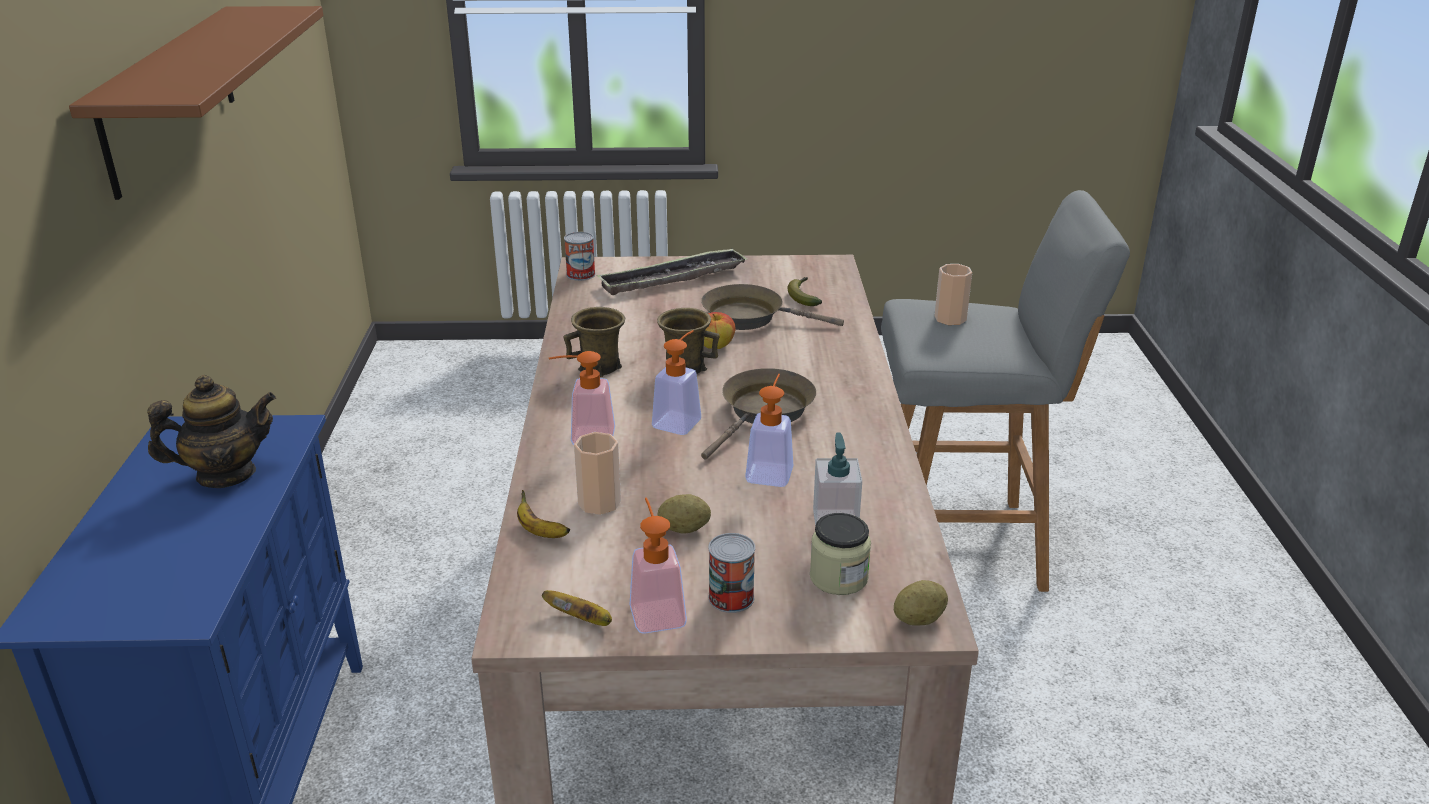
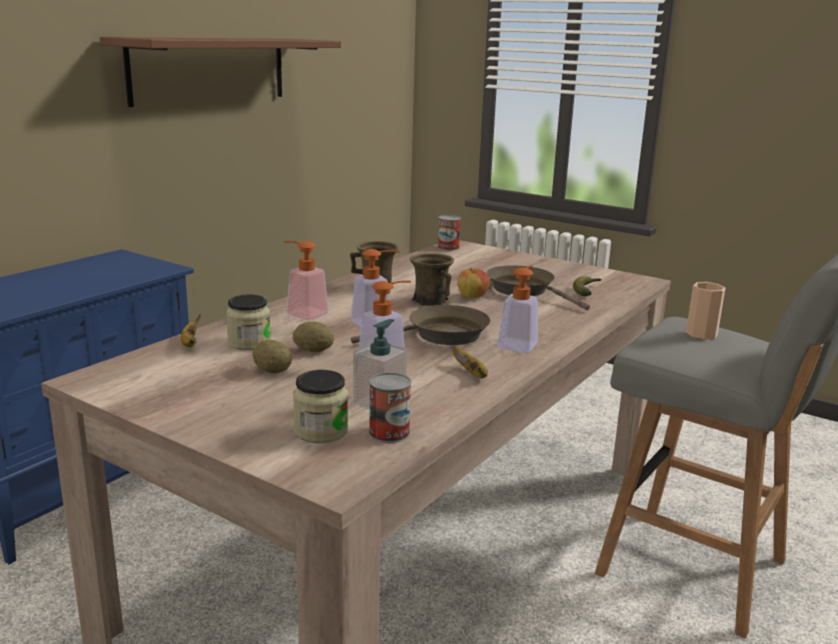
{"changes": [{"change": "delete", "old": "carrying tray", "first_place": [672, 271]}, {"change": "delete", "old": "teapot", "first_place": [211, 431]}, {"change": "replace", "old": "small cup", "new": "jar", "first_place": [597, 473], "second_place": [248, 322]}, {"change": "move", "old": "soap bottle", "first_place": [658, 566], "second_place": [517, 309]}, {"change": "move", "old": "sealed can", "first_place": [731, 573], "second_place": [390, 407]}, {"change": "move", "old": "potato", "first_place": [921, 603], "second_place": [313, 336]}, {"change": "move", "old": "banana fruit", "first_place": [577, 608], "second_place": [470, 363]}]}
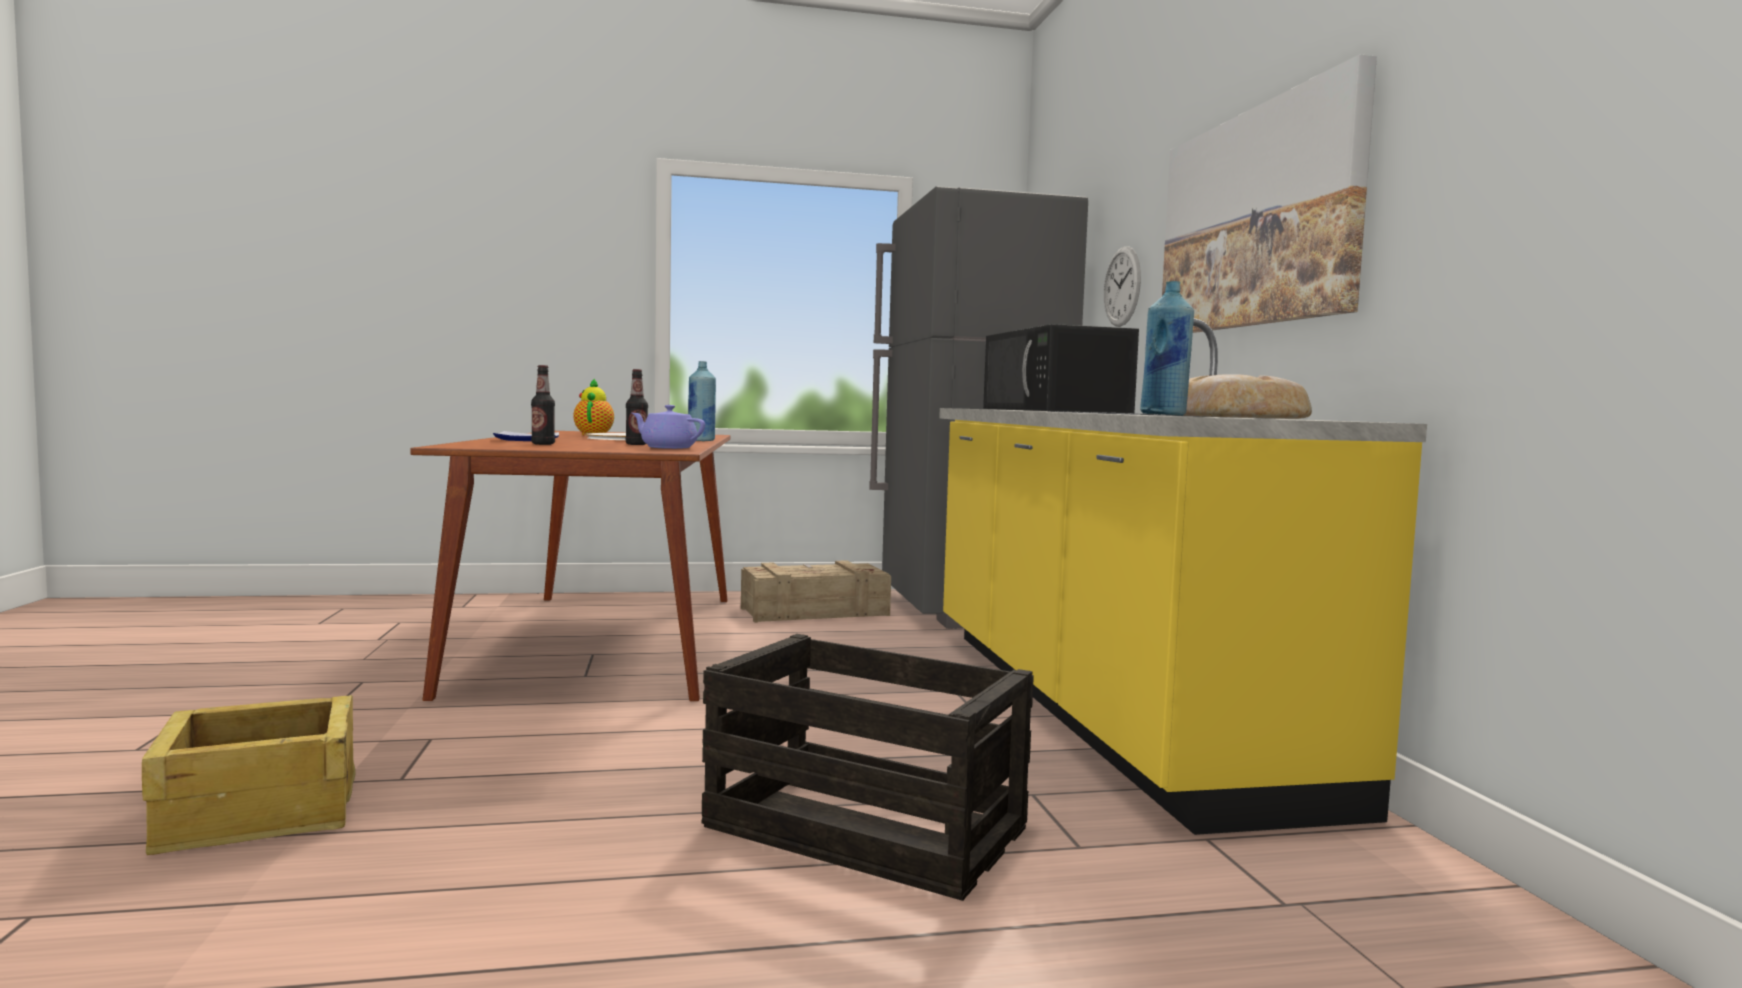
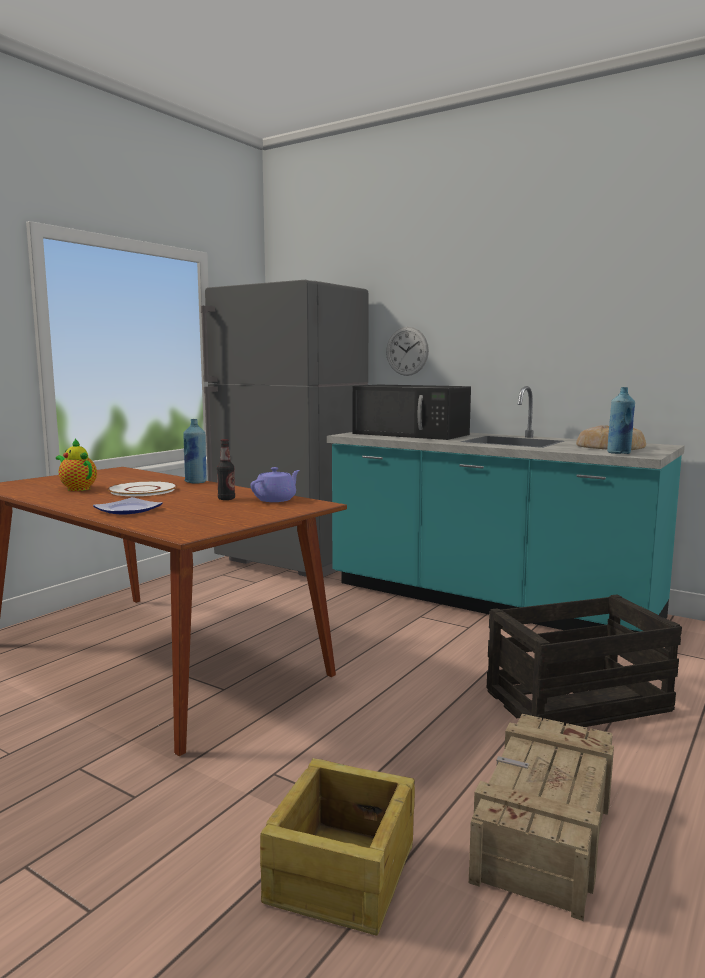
{"changes": [{"change": "delete", "old": "wall art", "first_place": [1269, 193]}, {"change": "recolor", "old": "yellow-coloured counter", "new": "turquoise-coloured counter", "first_place": [1183, 576], "second_place": [506, 509]}, {"change": "delete", "old": "bottle", "first_place": [543, 405]}, {"change": "rotate", "old": "purple-coloured teapot", "first_place": [668, 427], "second_place": [275, 484], "degrees": 150}, {"change": "move", "old": "packing crate", "first_place": [816, 591], "second_place": [541, 817]}]}
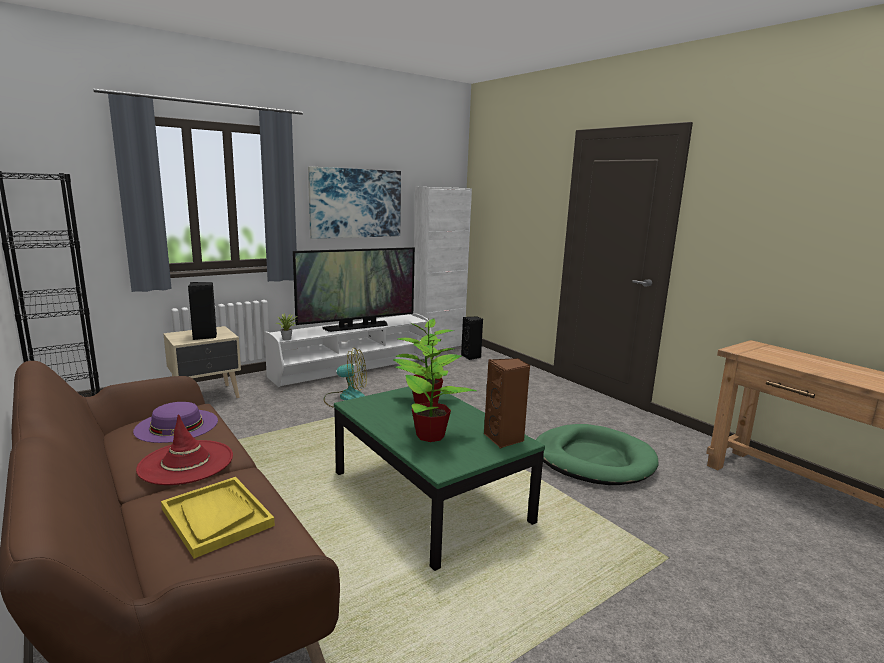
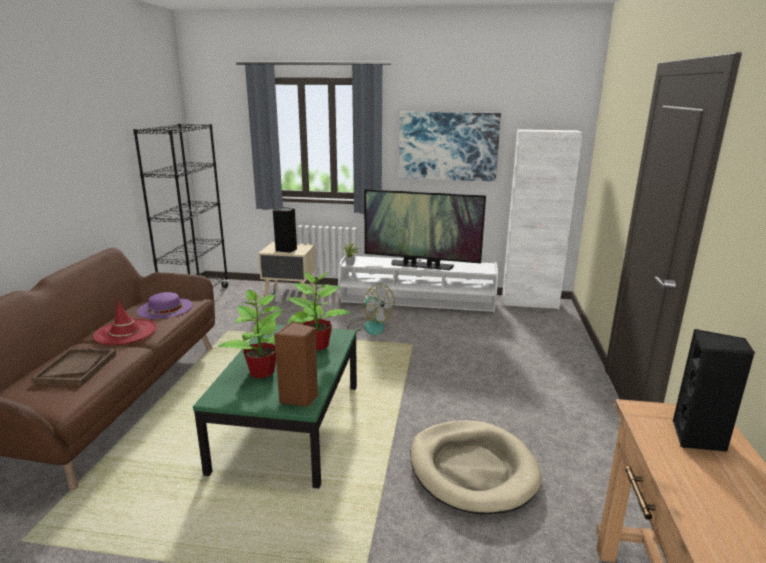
{"changes": [{"change": "move", "old": "blackish loudspeaker", "first_place": [472, 338], "second_place": [714, 390]}, {"change": "recolor", "old": "green pet bed", "new": "sand-coloured pet bed", "first_place": [597, 454], "second_place": [476, 467]}, {"change": "recolor", "old": "yellow-coloured carrying tray", "new": "brown carrying tray", "first_place": [218, 518], "second_place": [74, 367]}]}
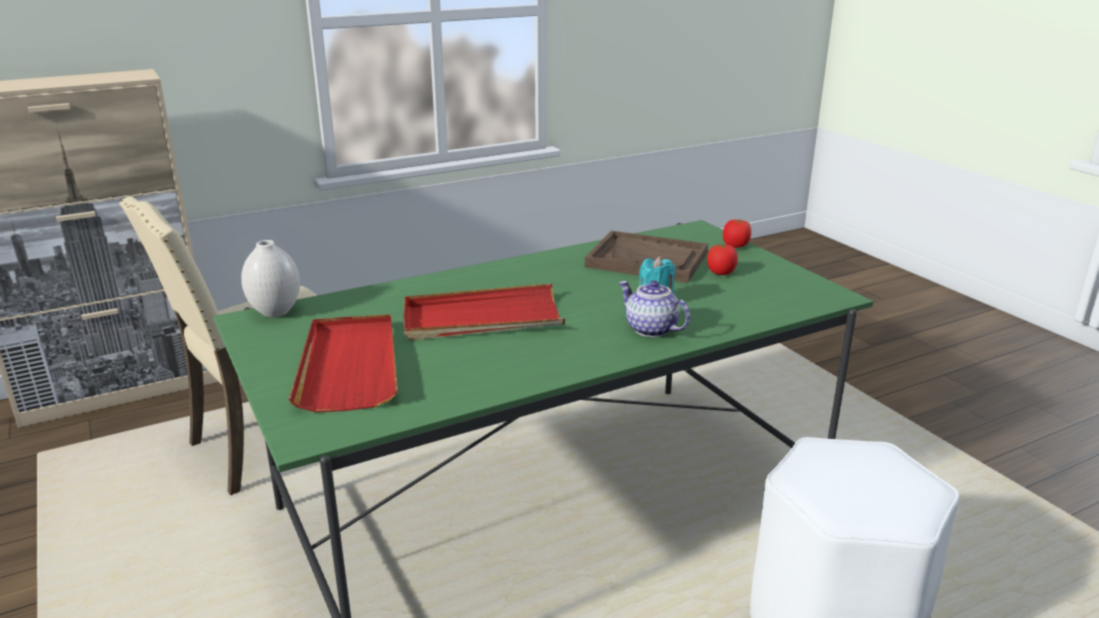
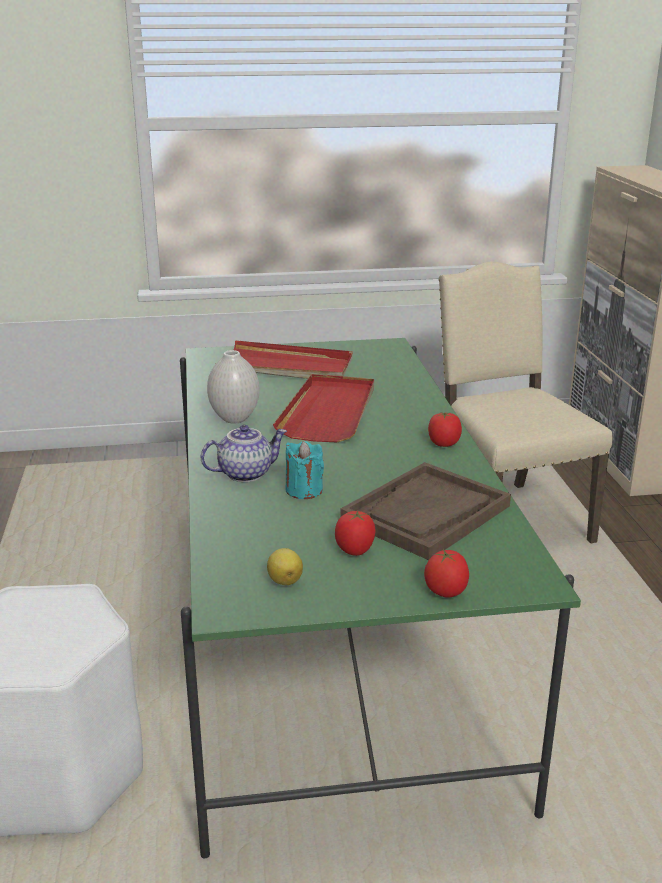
{"changes": [{"change": "move", "old": "whitish decorative vase", "first_place": [270, 278], "second_place": [233, 387]}, {"change": "insert", "new": "tomato", "second_place": [445, 429]}, {"change": "insert", "new": "lemon", "second_place": [285, 566]}]}
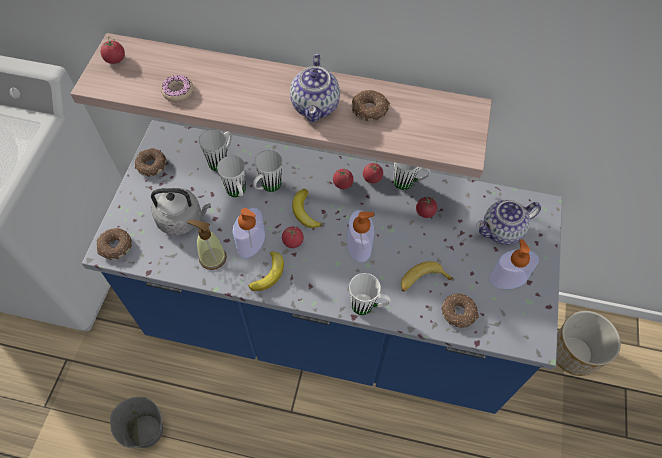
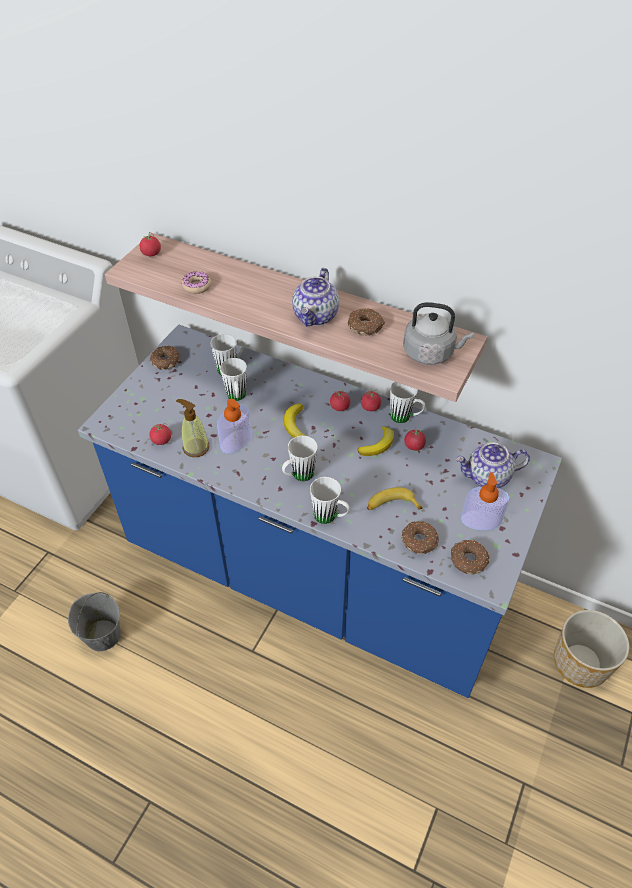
{"changes": [{"change": "move", "old": "whitish coffee mug", "first_place": [267, 171], "second_place": [299, 458]}, {"change": "move", "old": "greyish kettle", "first_place": [181, 211], "second_place": [438, 333]}, {"change": "delete", "old": "soap bottle", "first_place": [360, 236]}, {"change": "move", "old": "tomato", "first_place": [293, 237], "second_place": [160, 434]}, {"change": "move", "old": "doughnut", "first_place": [114, 244], "second_place": [470, 557]}, {"change": "move", "old": "banana fruit", "first_place": [266, 271], "second_place": [376, 441]}]}
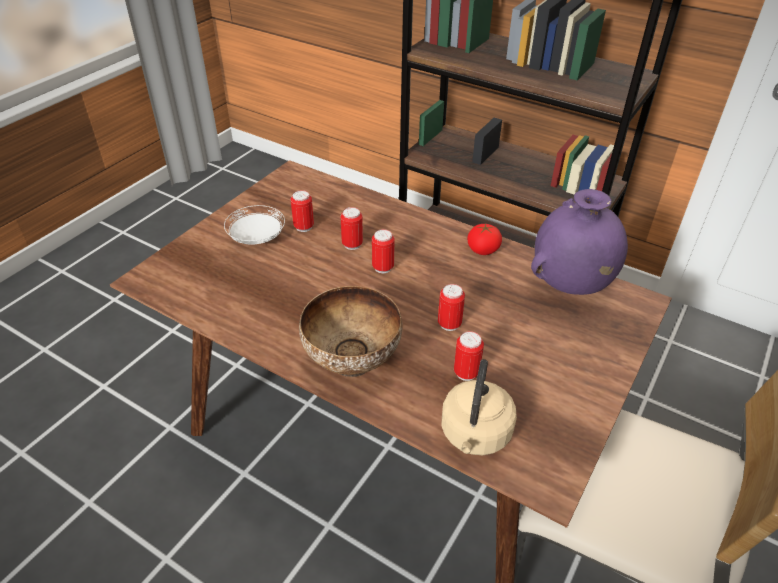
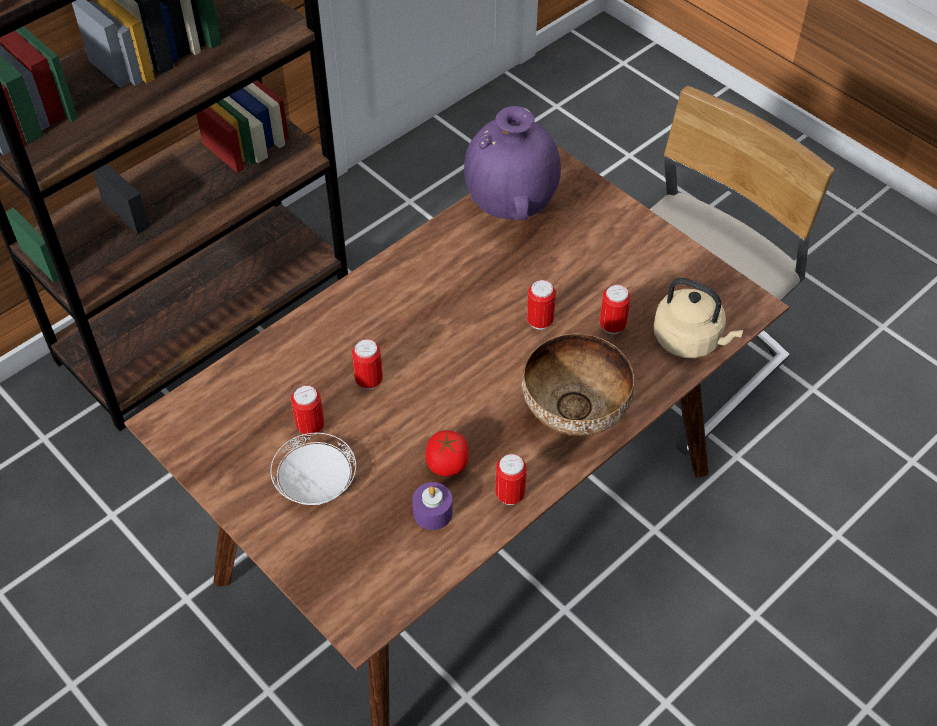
{"changes": [{"change": "move", "old": "tomato", "first_place": [484, 239], "second_place": [447, 453]}, {"change": "move", "old": "sealed can", "first_place": [383, 251], "second_place": [511, 479]}, {"change": "insert", "new": "purple-coloured candle", "second_place": [432, 506]}]}
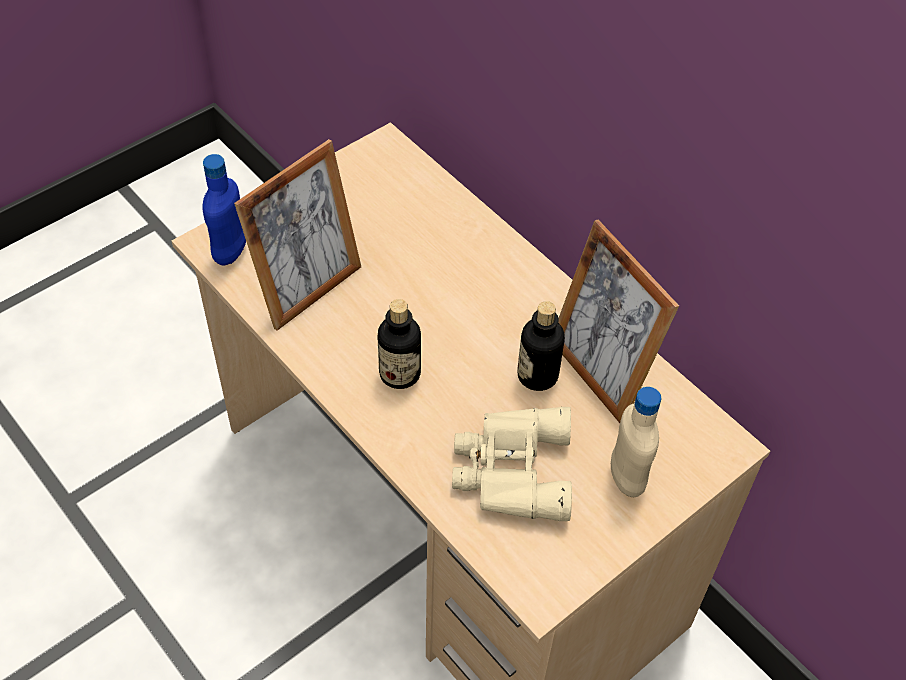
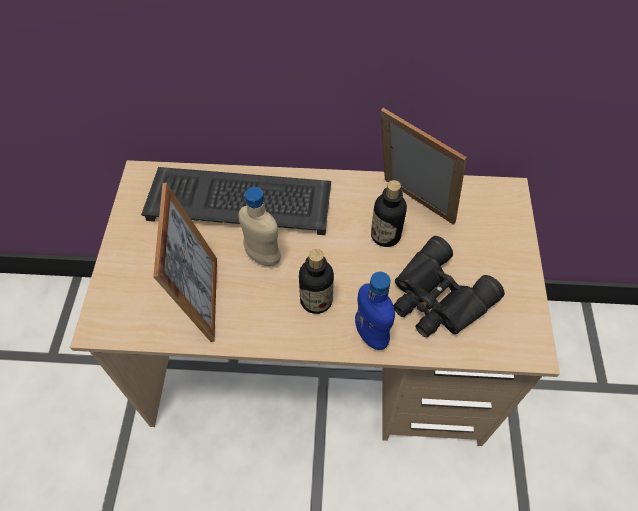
{"changes": [{"change": "move", "old": "blue bottle", "first_place": [224, 209], "second_place": [375, 311]}, {"change": "rotate", "old": "photo frame", "first_place": [619, 321], "second_place": [424, 166], "degrees": -150}, {"change": "move", "old": "sand-coloured bottle", "first_place": [636, 442], "second_place": [259, 226]}, {"change": "recolor", "old": "sand-coloured binoculars", "new": "blackish binoculars", "first_place": [512, 464], "second_place": [449, 286]}, {"change": "insert", "new": "computer keyboard", "second_place": [236, 201]}]}
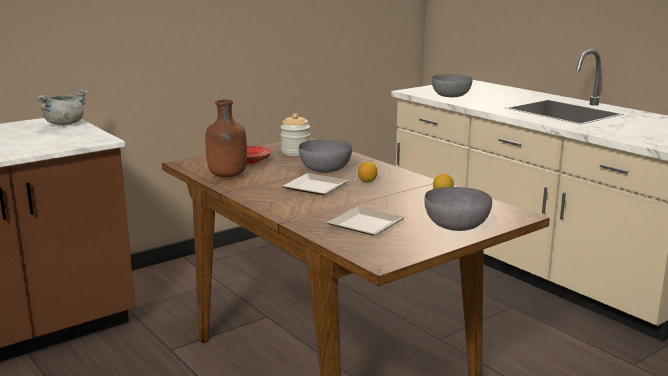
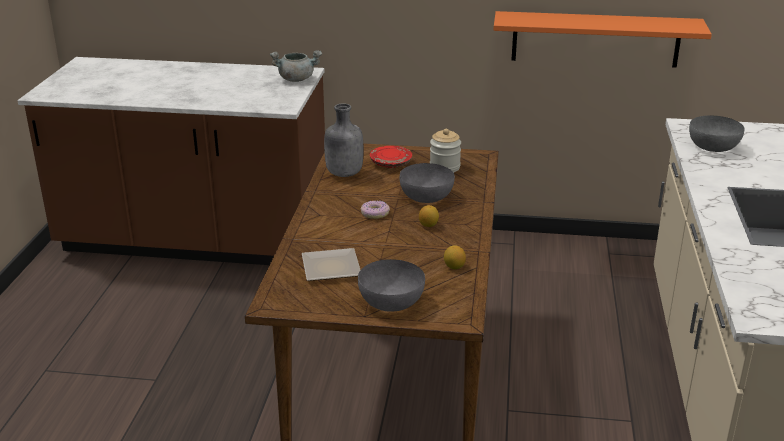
{"changes": [{"change": "recolor", "old": "brown bottle", "new": "greyish bottle", "first_place": [226, 138], "second_place": [343, 140]}, {"change": "replace", "old": "dinner plate", "new": "doughnut", "first_place": [315, 184], "second_place": [375, 209]}, {"change": "insert", "new": "orangey wall shelf", "second_place": [602, 39]}]}
